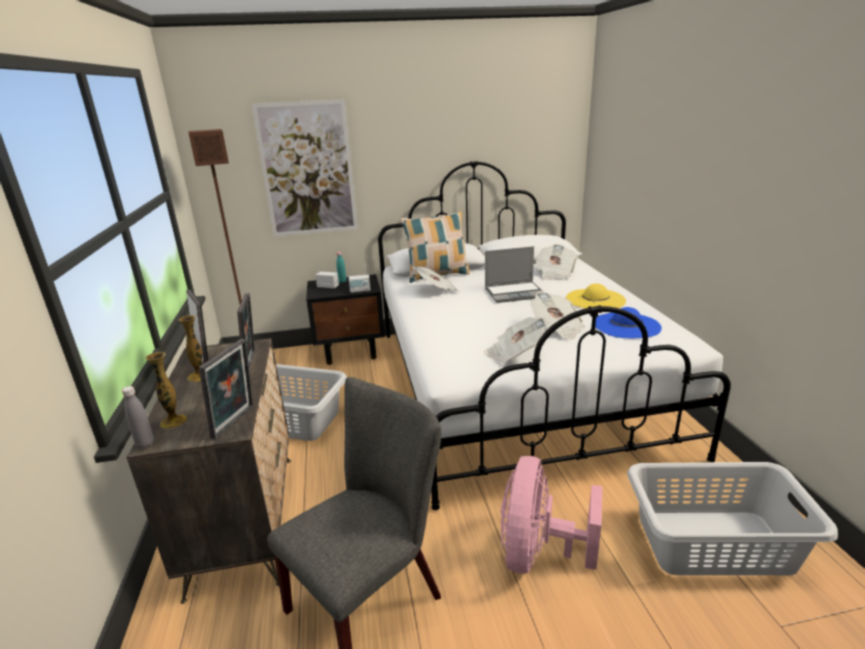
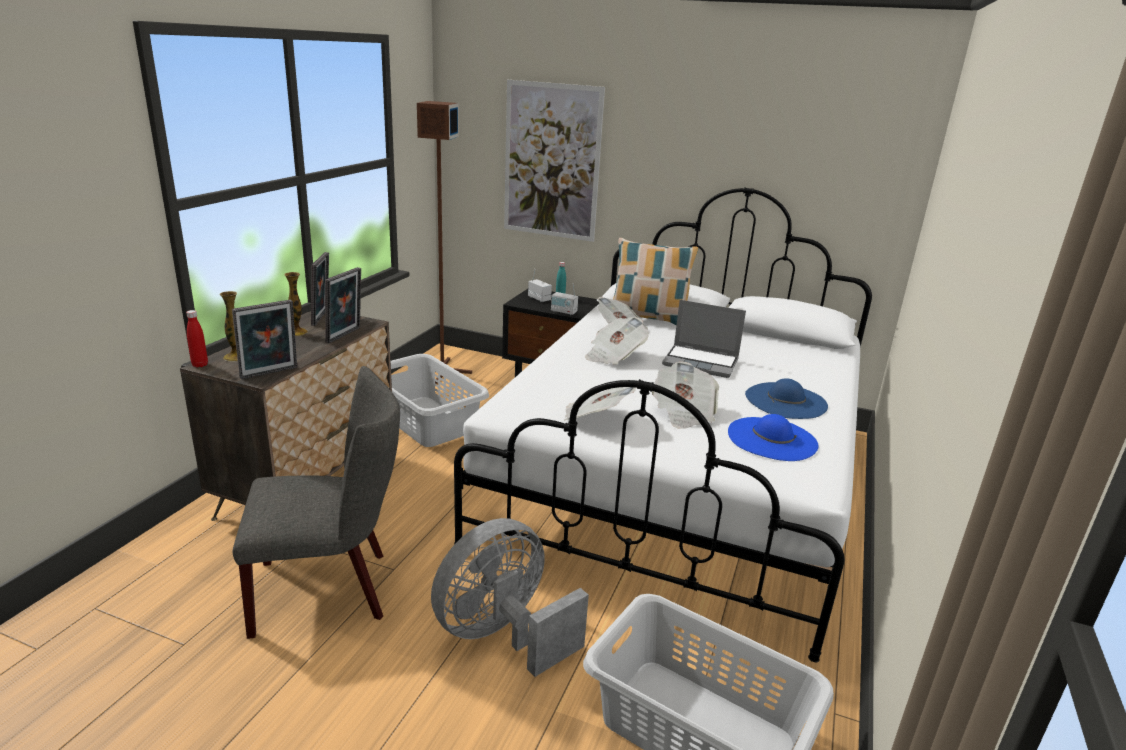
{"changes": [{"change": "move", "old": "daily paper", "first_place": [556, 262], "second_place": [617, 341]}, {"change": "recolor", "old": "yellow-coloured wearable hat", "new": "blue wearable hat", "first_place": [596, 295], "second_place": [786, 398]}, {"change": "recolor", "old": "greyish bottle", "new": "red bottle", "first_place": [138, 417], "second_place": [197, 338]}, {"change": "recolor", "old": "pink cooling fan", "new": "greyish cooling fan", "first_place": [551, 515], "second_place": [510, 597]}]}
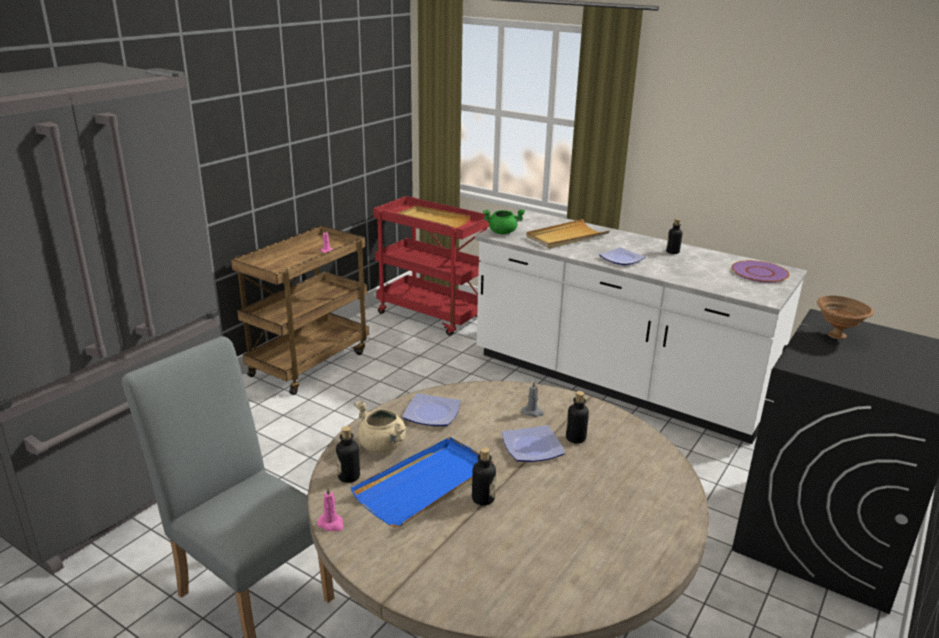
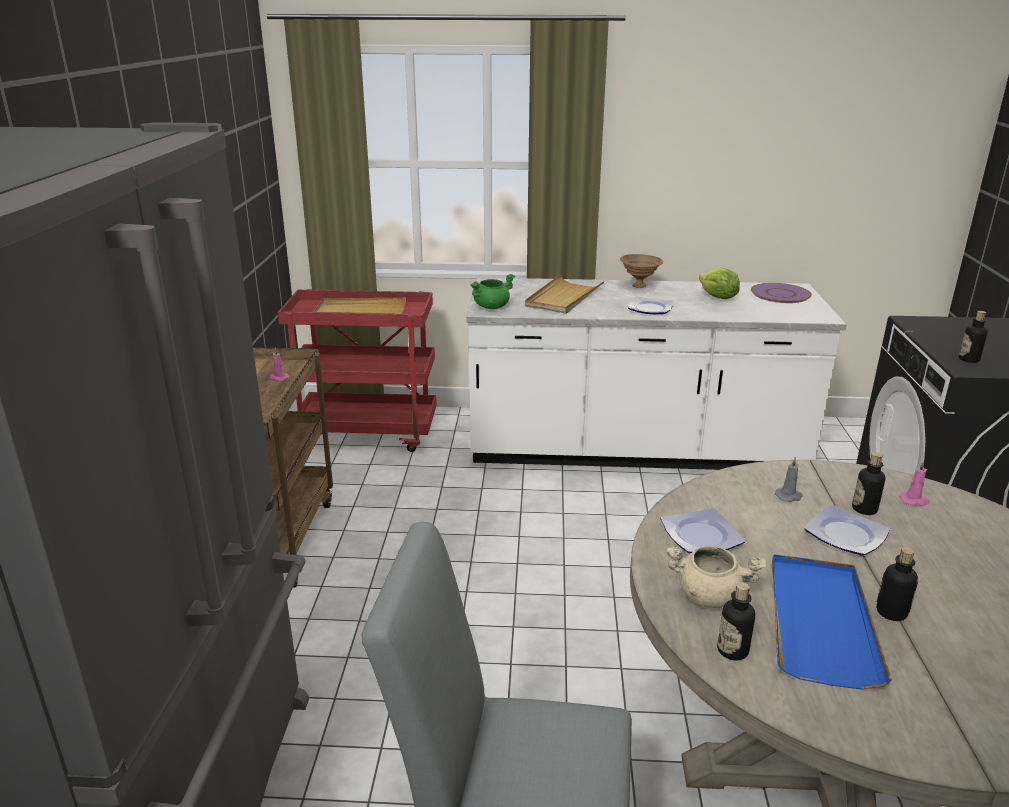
{"changes": [{"change": "move", "old": "bottle", "first_place": [674, 236], "second_place": [973, 337]}, {"change": "move", "old": "brown bowl", "first_place": [845, 317], "second_place": [641, 271]}, {"change": "move", "old": "pink candle", "first_place": [330, 509], "second_place": [914, 483]}, {"change": "insert", "new": "head of lettuce", "second_place": [719, 283]}]}
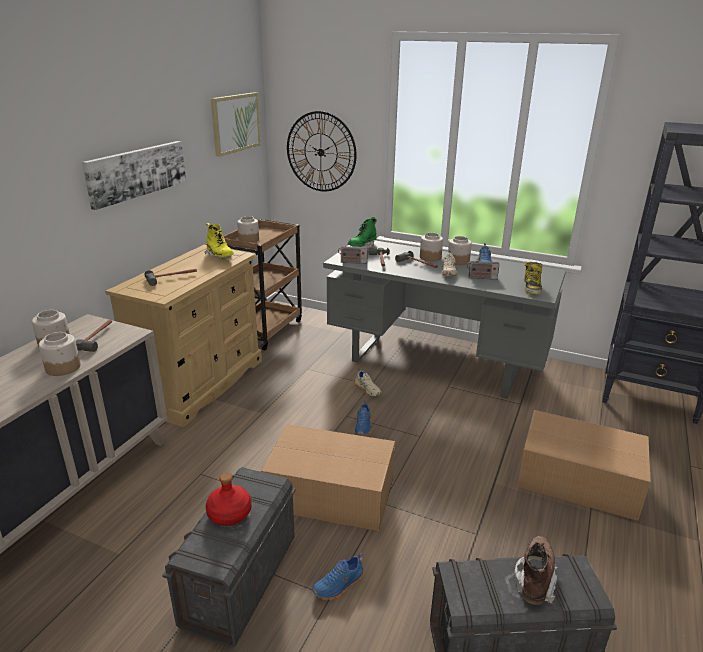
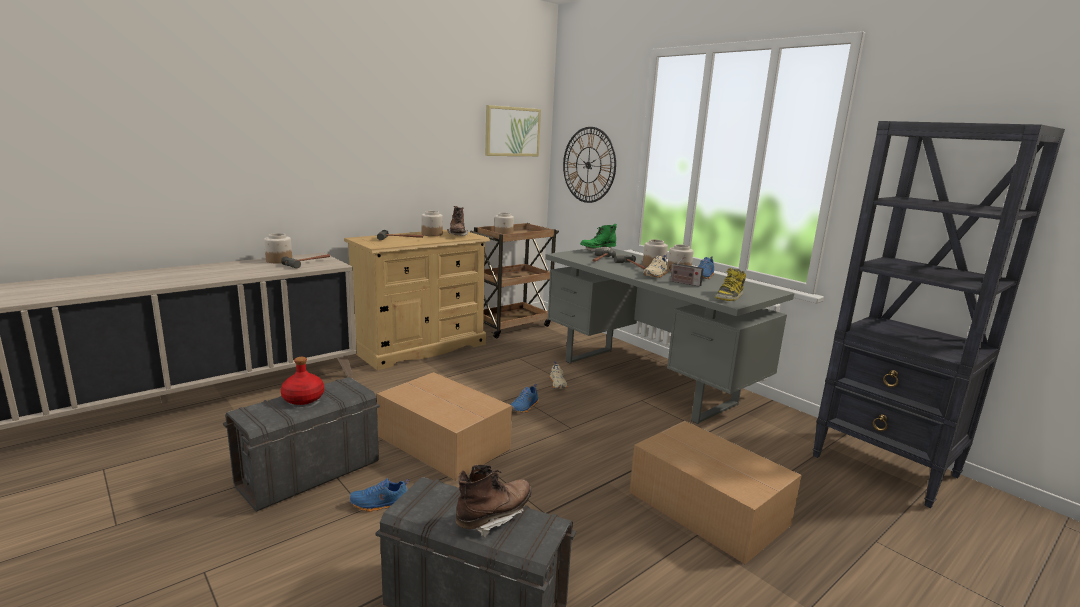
{"changes": [{"change": "delete", "old": "wall art", "first_place": [134, 175]}, {"change": "recolor", "old": "yellow-coloured high-top boot", "new": "brown high-top boot", "first_place": [219, 241], "second_place": [457, 221]}, {"change": "delete", "old": "radio", "first_place": [353, 251]}, {"change": "move", "old": "jar", "first_place": [60, 354], "second_place": [432, 223]}]}
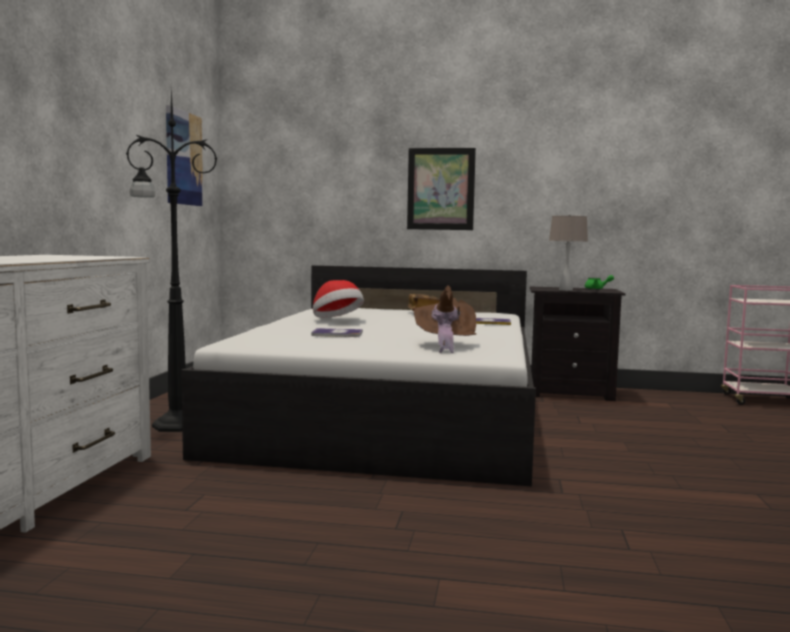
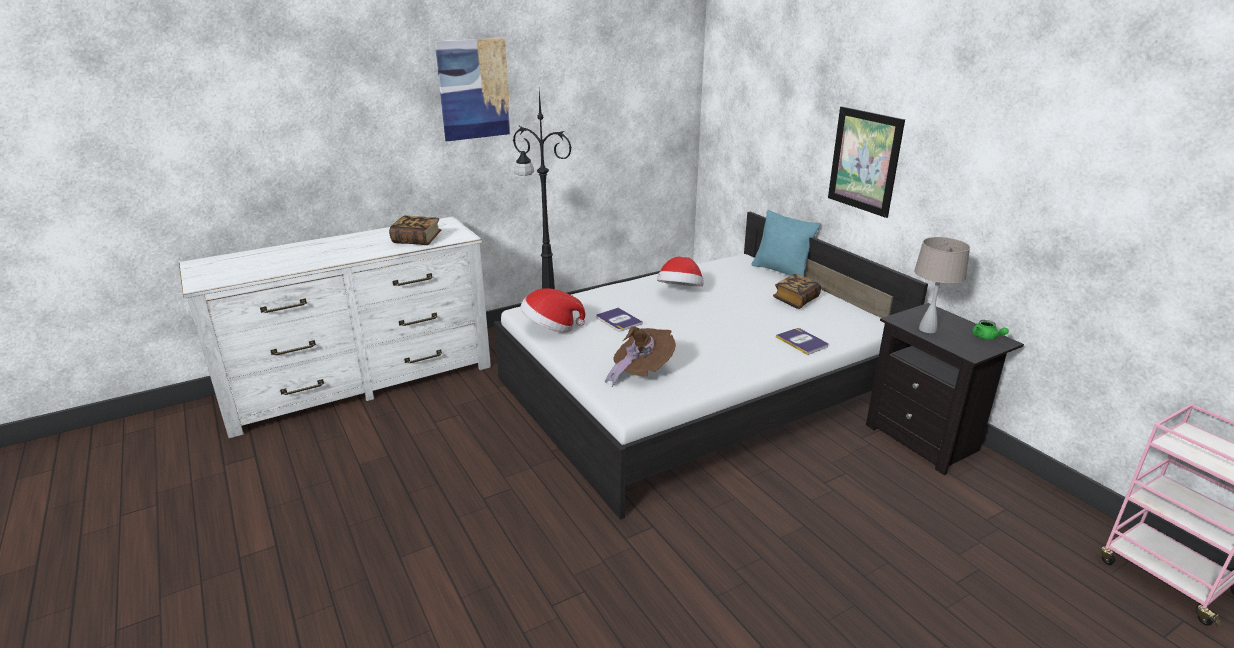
{"changes": [{"change": "move", "old": "wall art", "first_place": [184, 155], "second_place": [473, 89]}, {"change": "insert", "new": "turquoise-coloured pillow", "second_place": [786, 243]}, {"change": "insert", "new": "volume", "second_place": [415, 230]}, {"change": "insert", "new": "wearable hat", "second_place": [553, 310]}]}
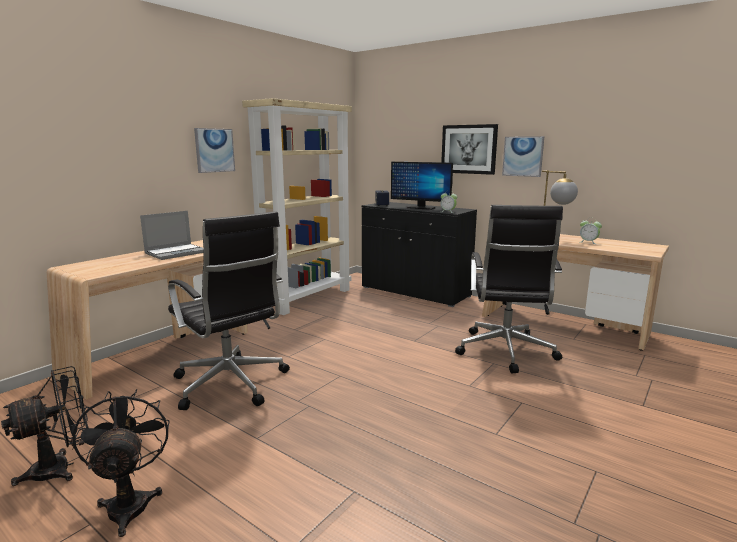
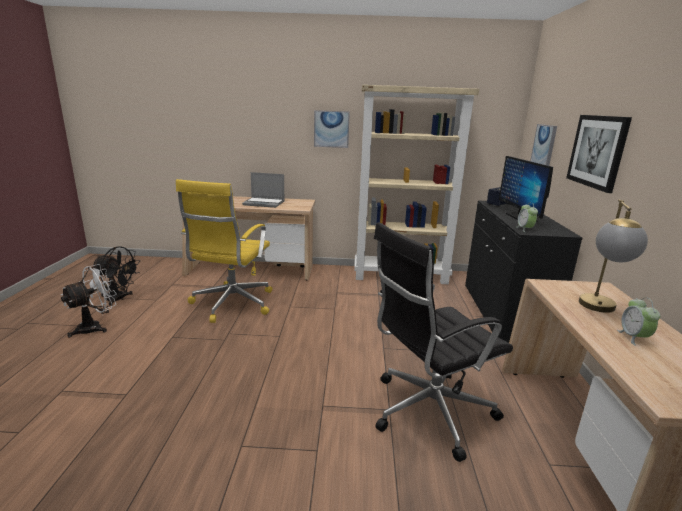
{"changes": [{"change": "move", "old": "wall art", "first_place": [523, 156], "second_place": [543, 145]}, {"change": "recolor", "old": "blackish office chair", "new": "yellow-coloured office chair", "first_place": [229, 310], "second_place": [224, 251]}, {"change": "recolor", "old": "blackish cooling fan", "new": "whitish cooling fan", "first_place": [121, 463], "second_place": [89, 301]}]}
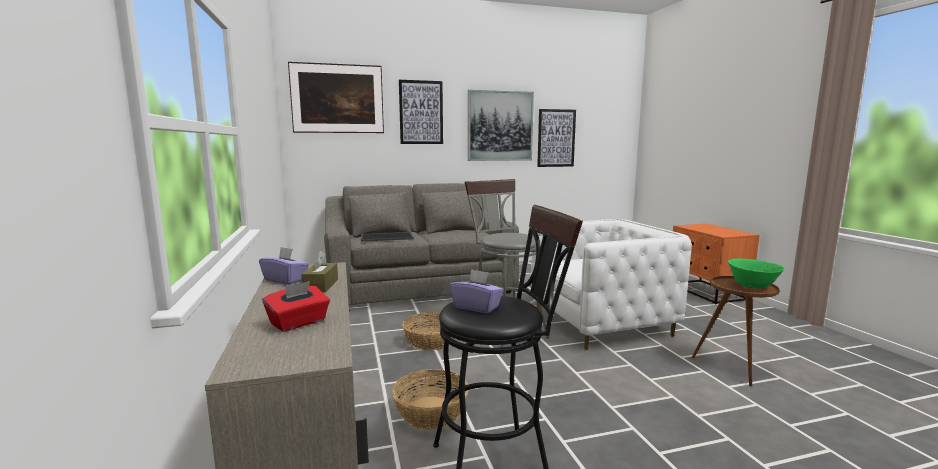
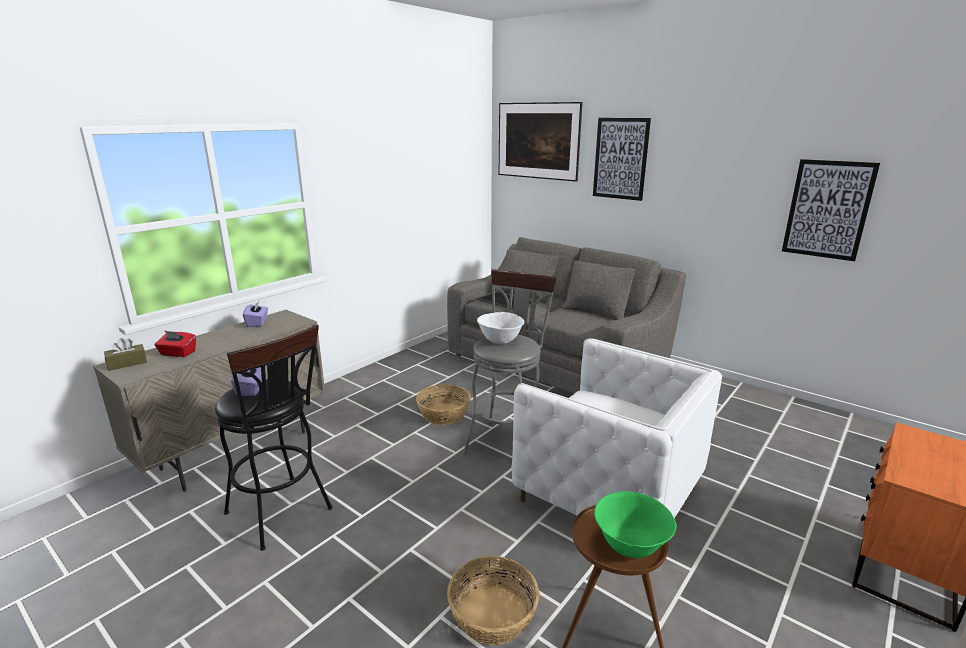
{"changes": [{"change": "delete", "old": "wall art", "first_place": [501, 125]}, {"change": "move", "old": "brown box of tissues", "first_place": [319, 271], "second_place": [125, 354]}, {"change": "move", "old": "household basket", "first_place": [430, 399], "second_place": [493, 600]}, {"change": "insert", "new": "whitish bowl", "second_place": [500, 328]}]}
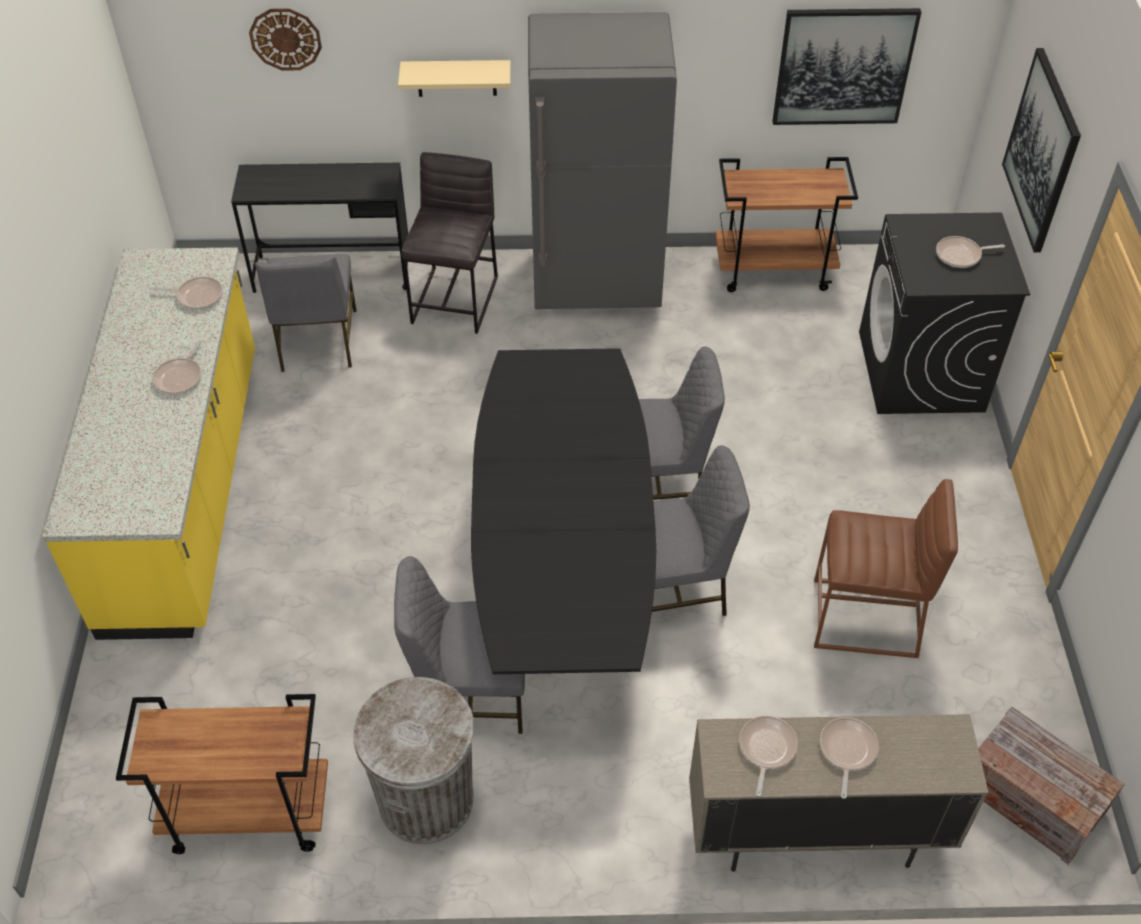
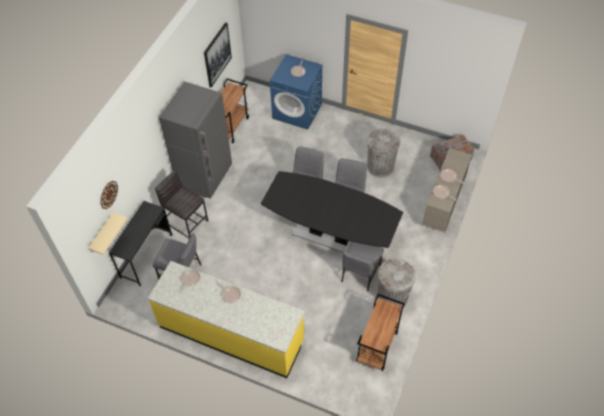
{"changes": [{"change": "delete", "old": "wall art", "first_place": [1041, 150]}, {"change": "move", "old": "sand-coloured wall shelf", "first_place": [454, 78], "second_place": [107, 234]}, {"change": "recolor", "old": "blackish laundry machine", "new": "blue laundry machine", "first_place": [944, 313], "second_place": [296, 92]}, {"change": "replace", "old": "brown stool", "new": "greyish waste bin", "first_place": [886, 568], "second_place": [383, 152]}]}
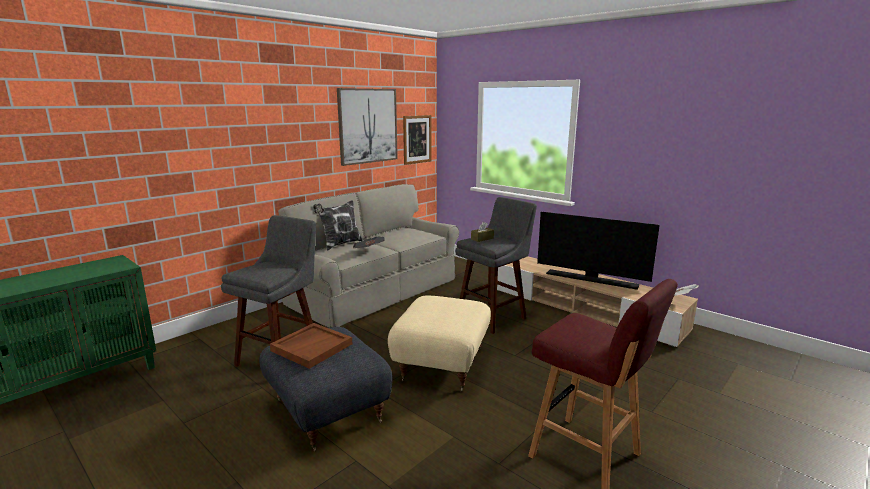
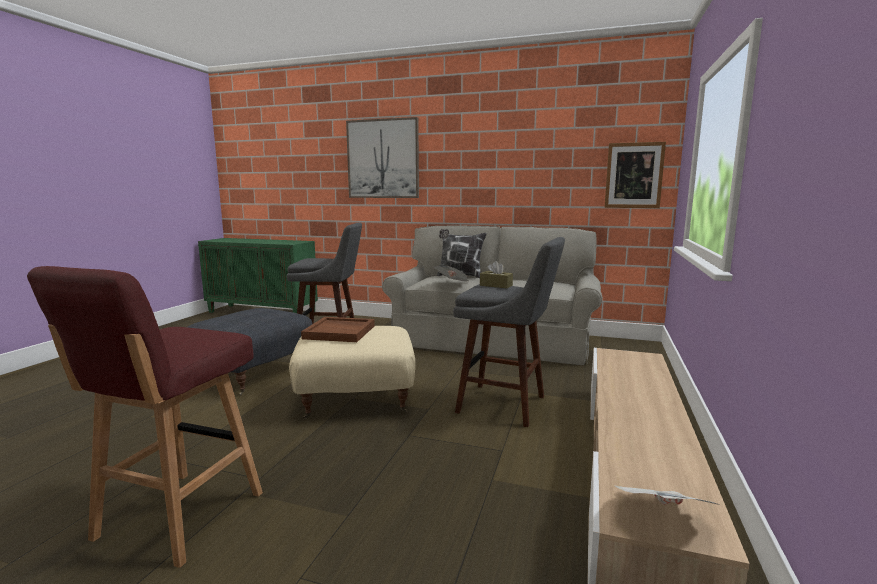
{"changes": [{"change": "move", "old": "wall art", "first_place": [367, 127], "second_place": [382, 157]}, {"change": "delete", "old": "TV set", "first_place": [598, 251]}, {"change": "move", "old": "brown carrying tray", "first_place": [311, 346], "second_place": [338, 329]}]}
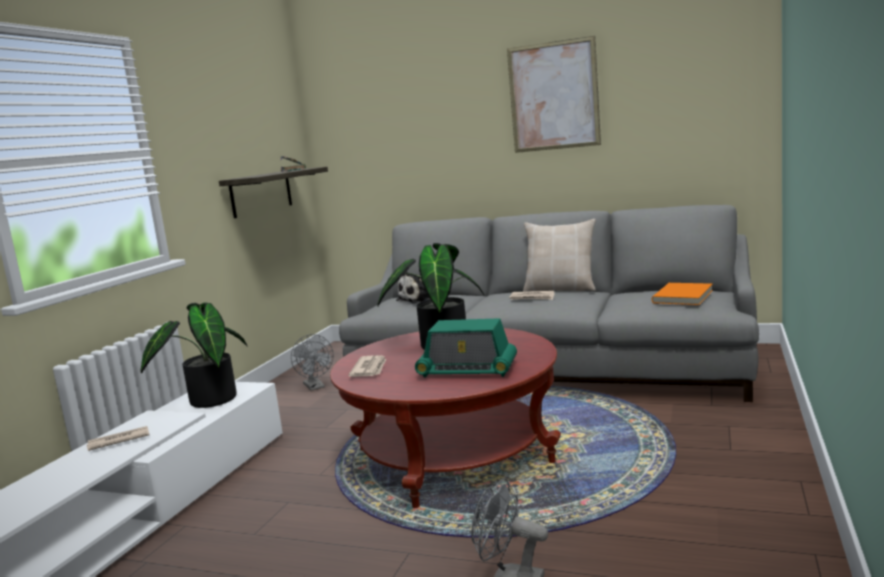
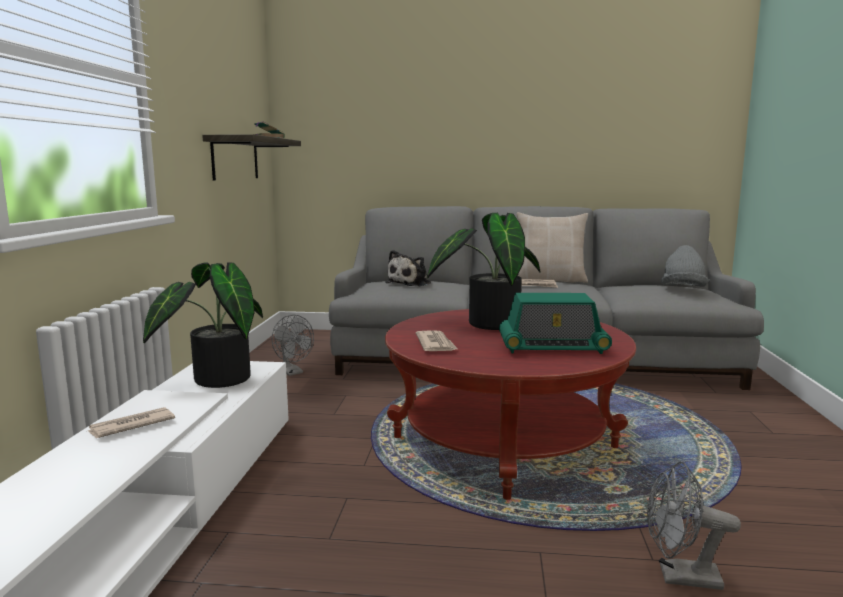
{"changes": [{"change": "delete", "old": "wall art", "first_place": [554, 94]}, {"change": "replace", "old": "orangey volume", "new": "greyish wearable hat", "first_place": [682, 294], "second_place": [684, 266]}]}
